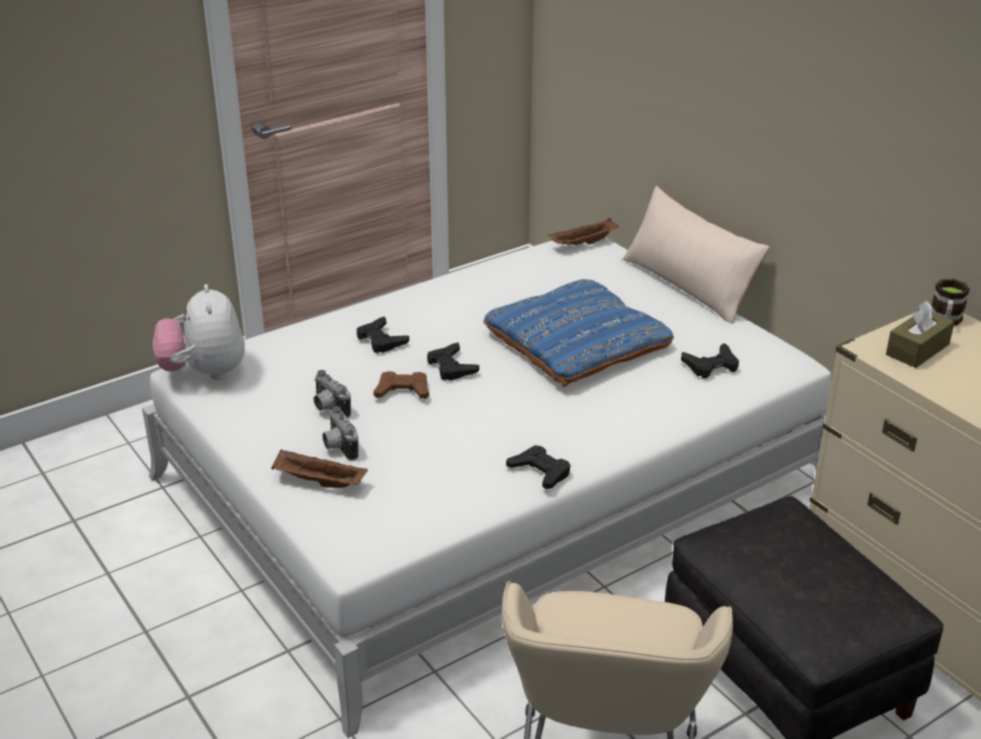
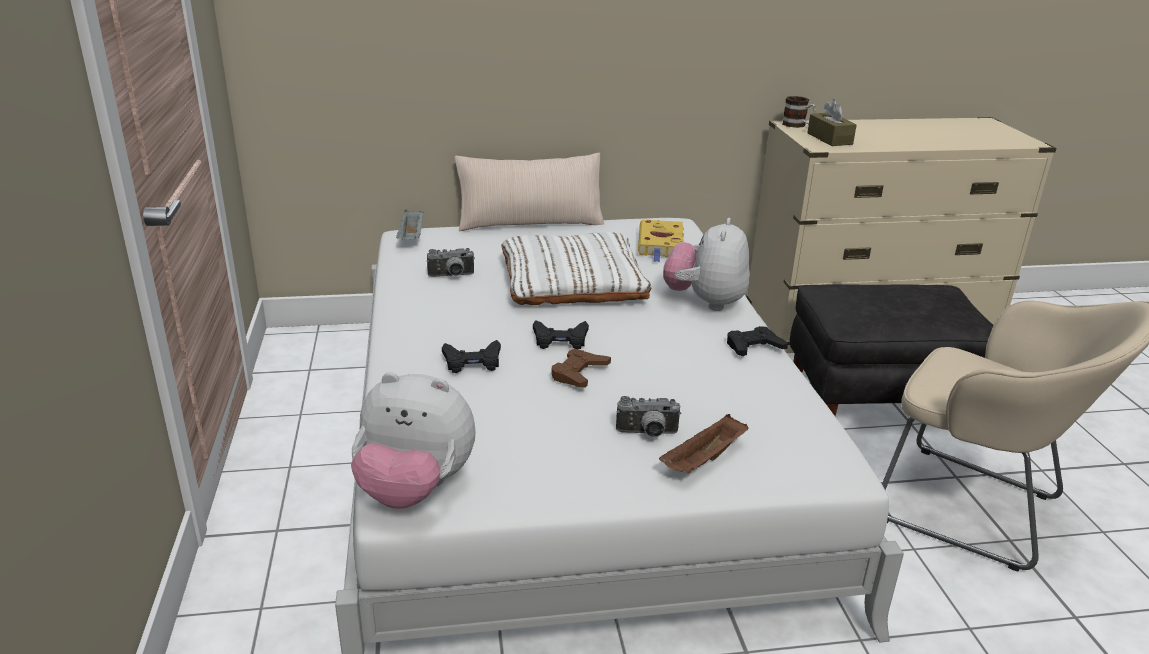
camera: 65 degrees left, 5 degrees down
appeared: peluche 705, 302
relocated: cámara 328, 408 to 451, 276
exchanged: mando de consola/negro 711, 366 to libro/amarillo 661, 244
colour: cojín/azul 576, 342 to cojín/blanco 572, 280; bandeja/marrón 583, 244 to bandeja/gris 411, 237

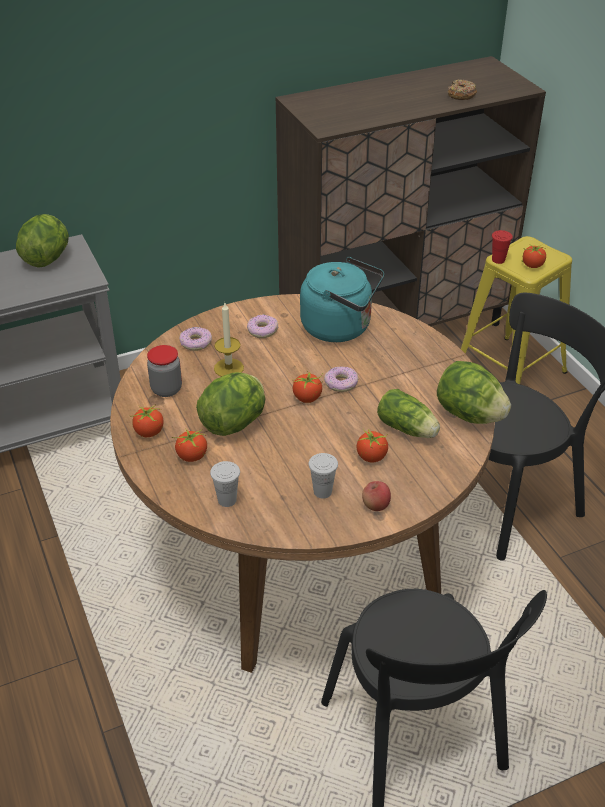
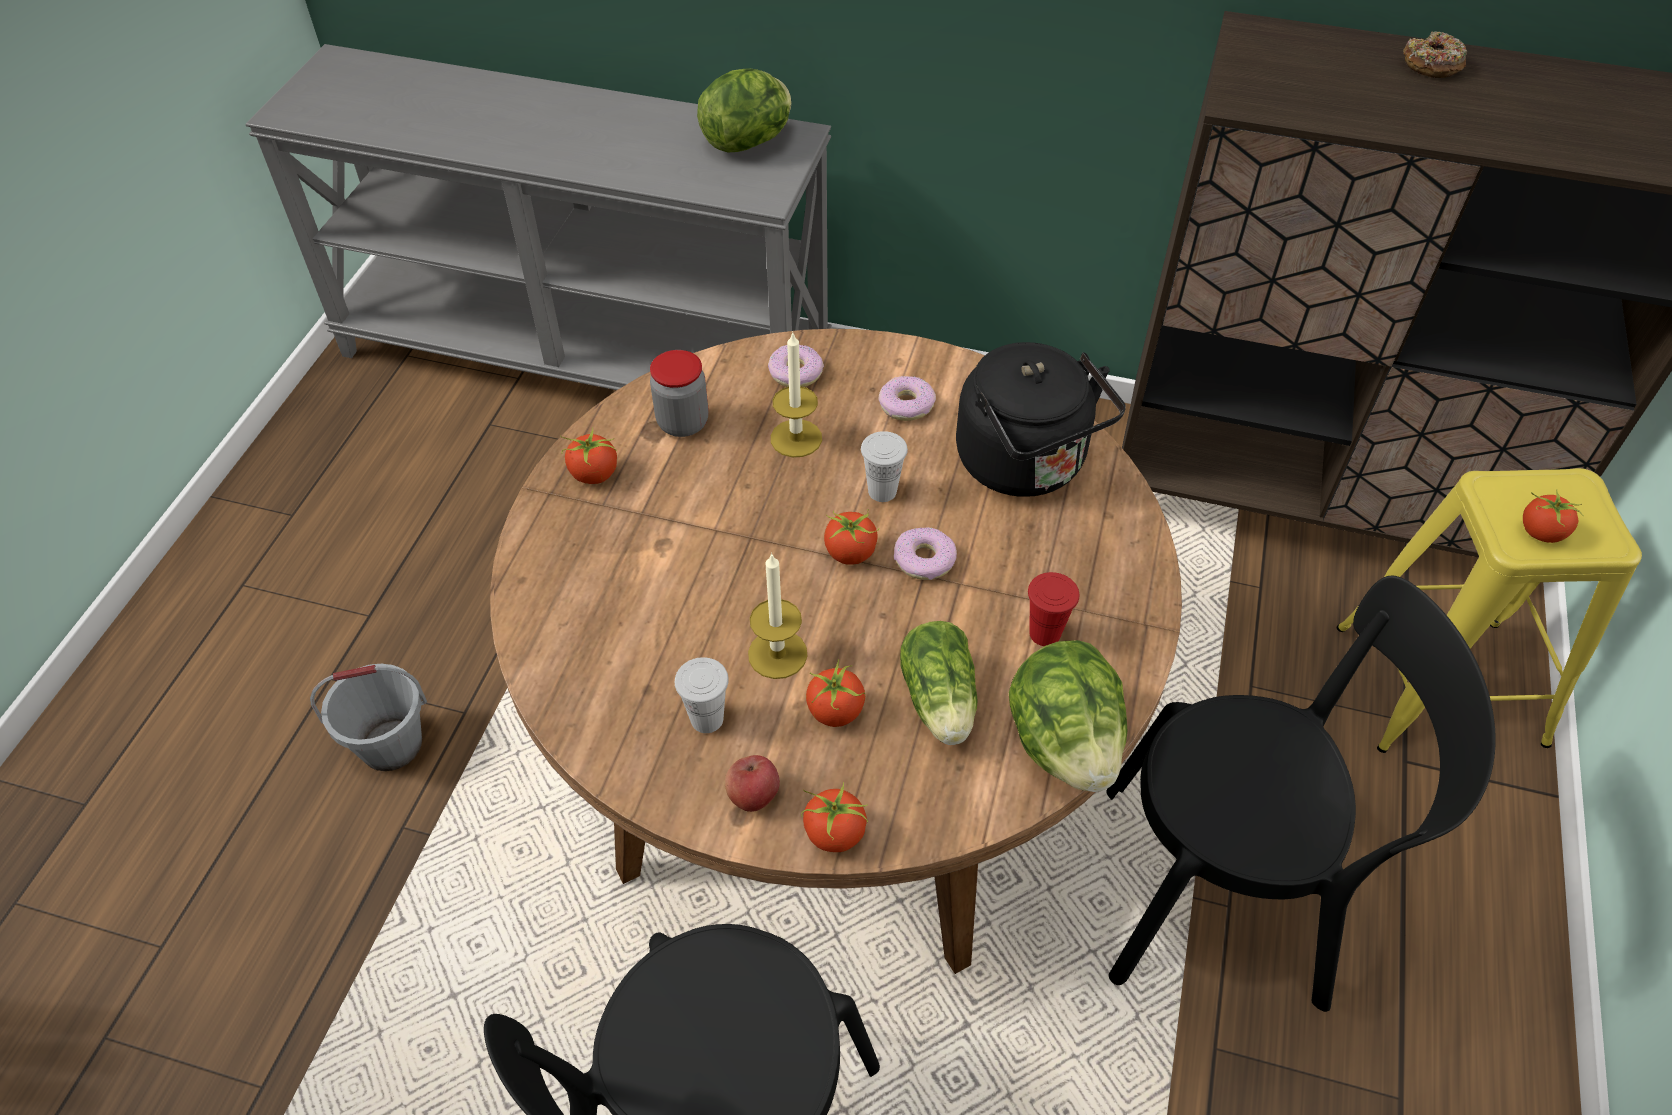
camera: 40 degrees right, 10 degrees up
missing: lechuga 235, 422
appeared: cubo/gris 391, 745; vela 777, 654
relocated: tomate 192, 456 to 834, 834; taza/blanco 227, 500 to 882, 491; rosquilla 461, 95 to 1431, 65; taza/rojo 498, 260 to 1045, 633
colour: hervidor/turquesa 340, 327 to hervidor/negro 1026, 465

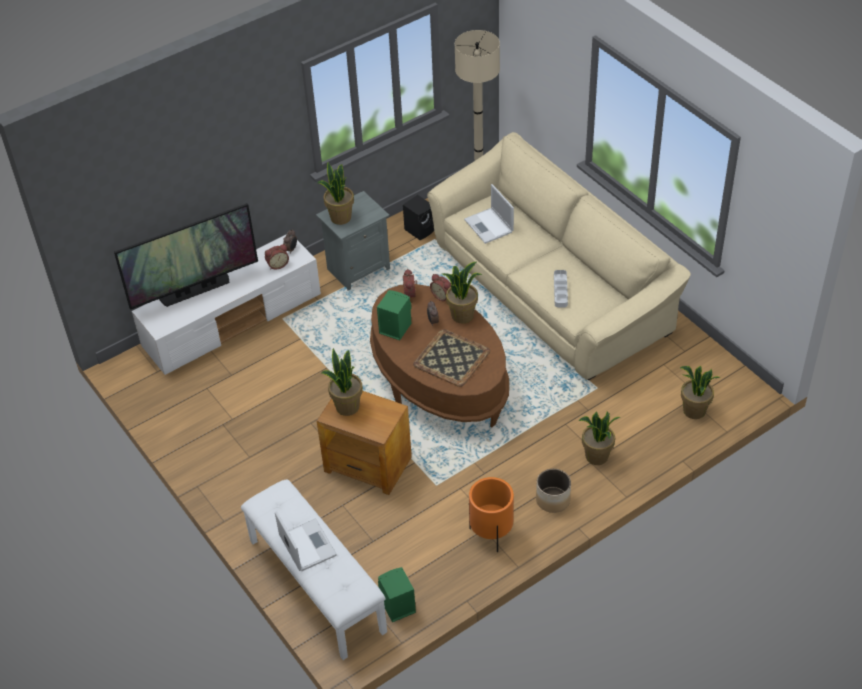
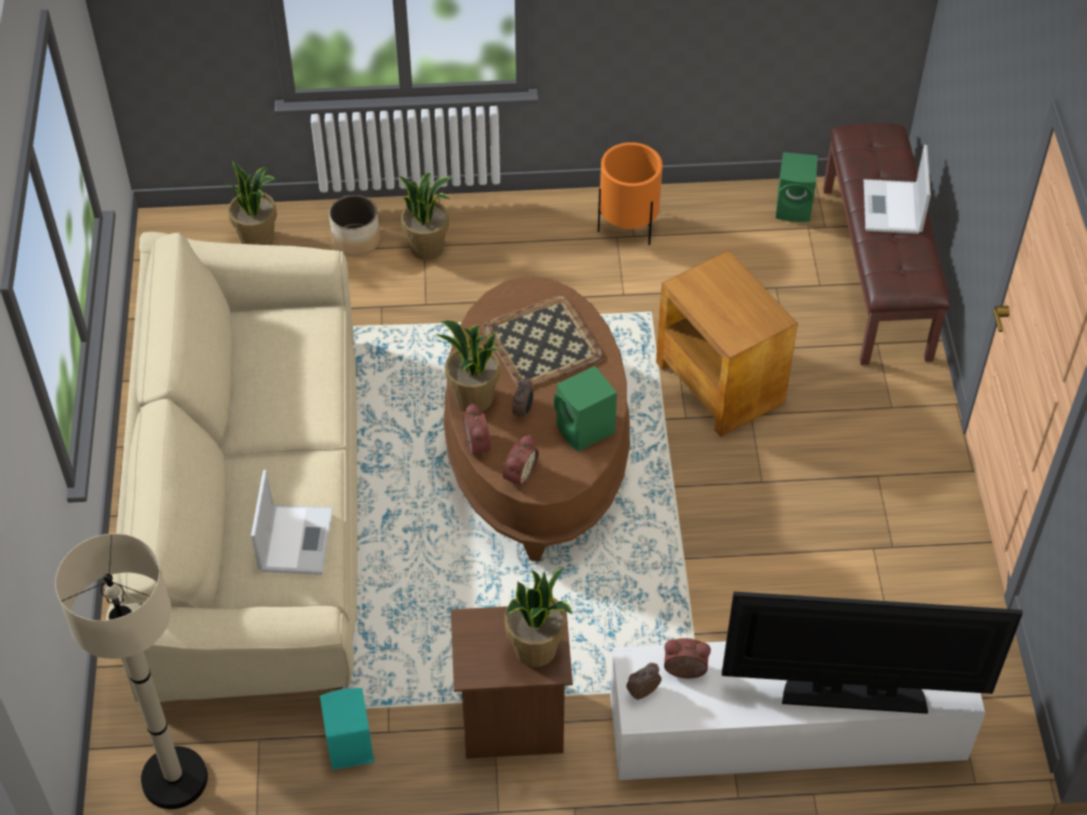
camera: 150 degrees left, 5 degrees up
missing: planta en maceta 347, 406; bandeja/gris 560, 290
relocated: maceta 552, 500 to 356, 240
colour: banco/blanco 315, 586 to banco/marrón 877, 272; mesita de noche/gris 357, 268 to mesita de noche/marrón 512, 722; altavoz/negro 420, 229 to altavoz/turquesa 347, 745

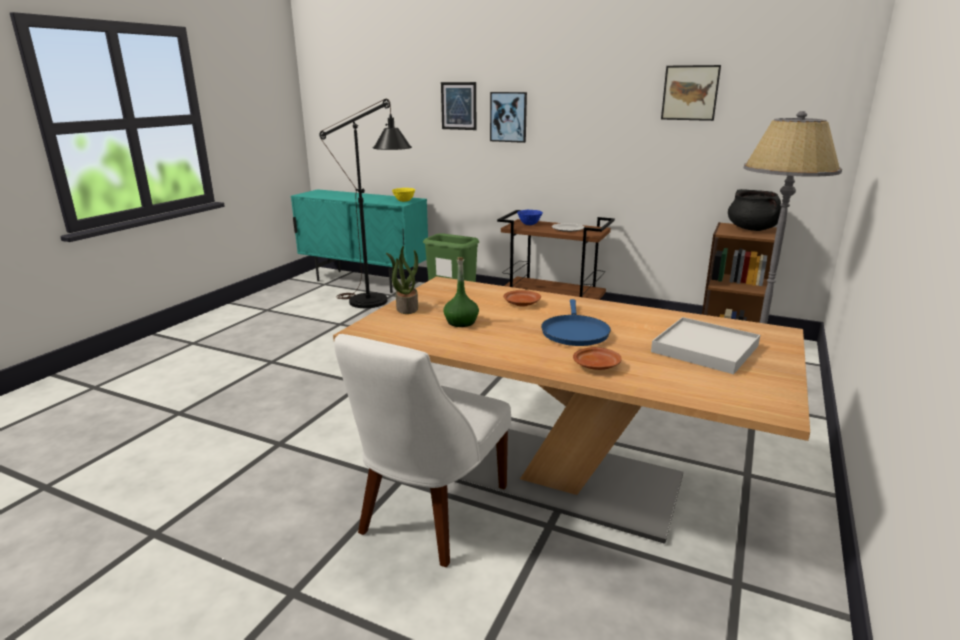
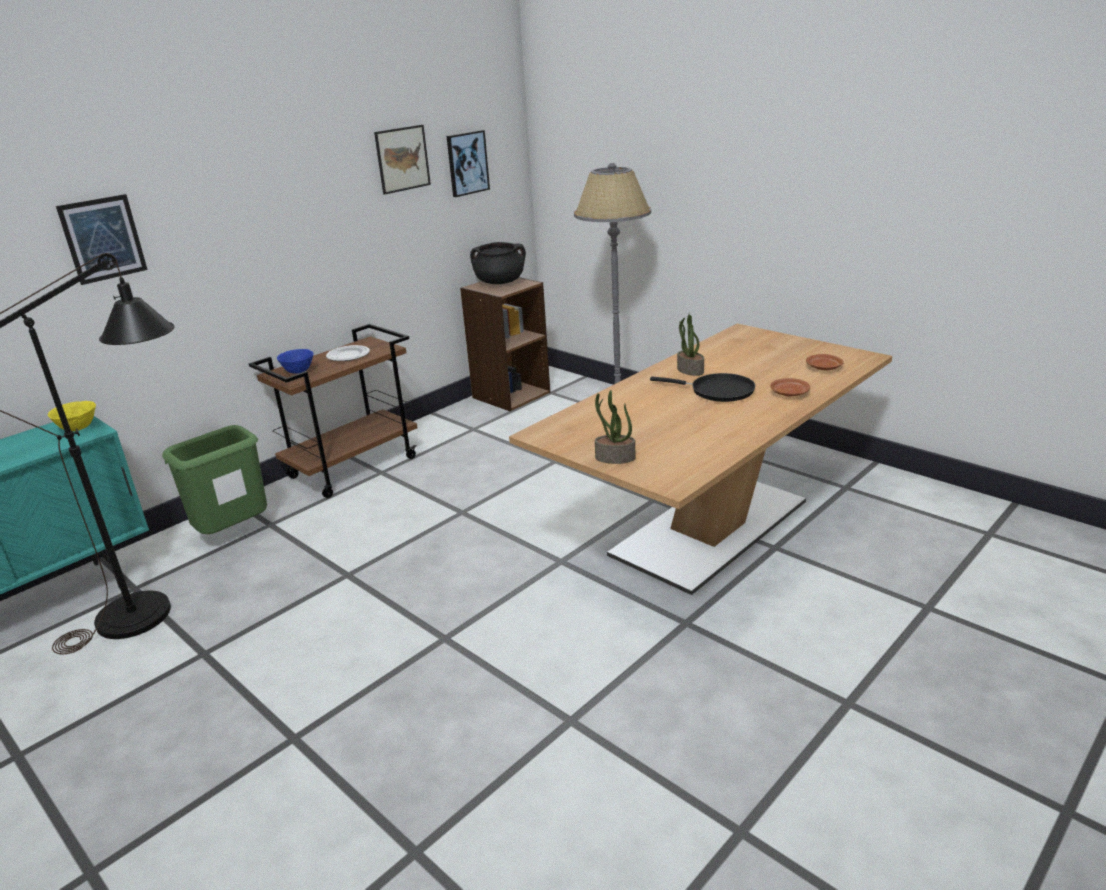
camera: 70 degrees left, 5 degrees up
missing: silla/blanco 430, 515; botella/verde 461, 322; bandeja/blanco 704, 349
appeared: planta en maceta 689, 370
relocated: cuadro 508, 117 to 467, 163; plato/marrón 521, 303 to 824, 368
colour: sartén/azul 574, 332 to sartén/negro 717, 391

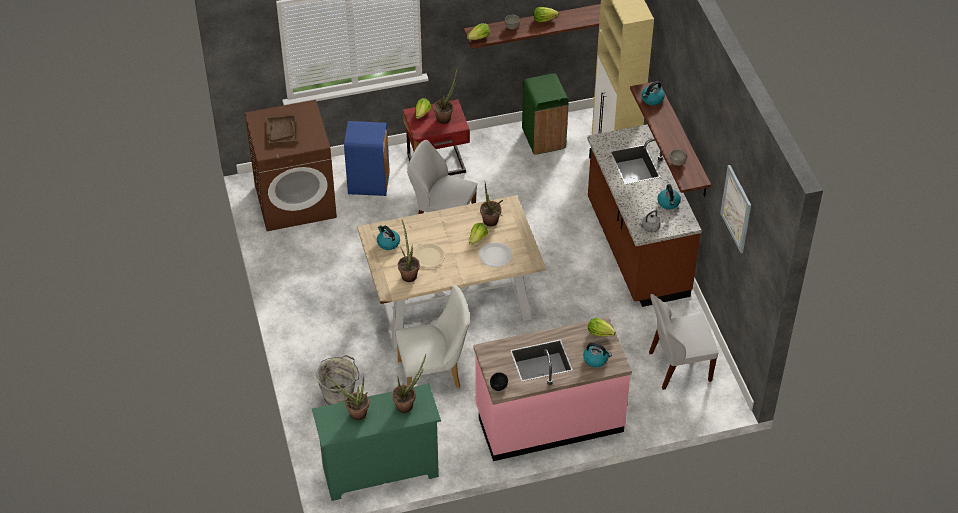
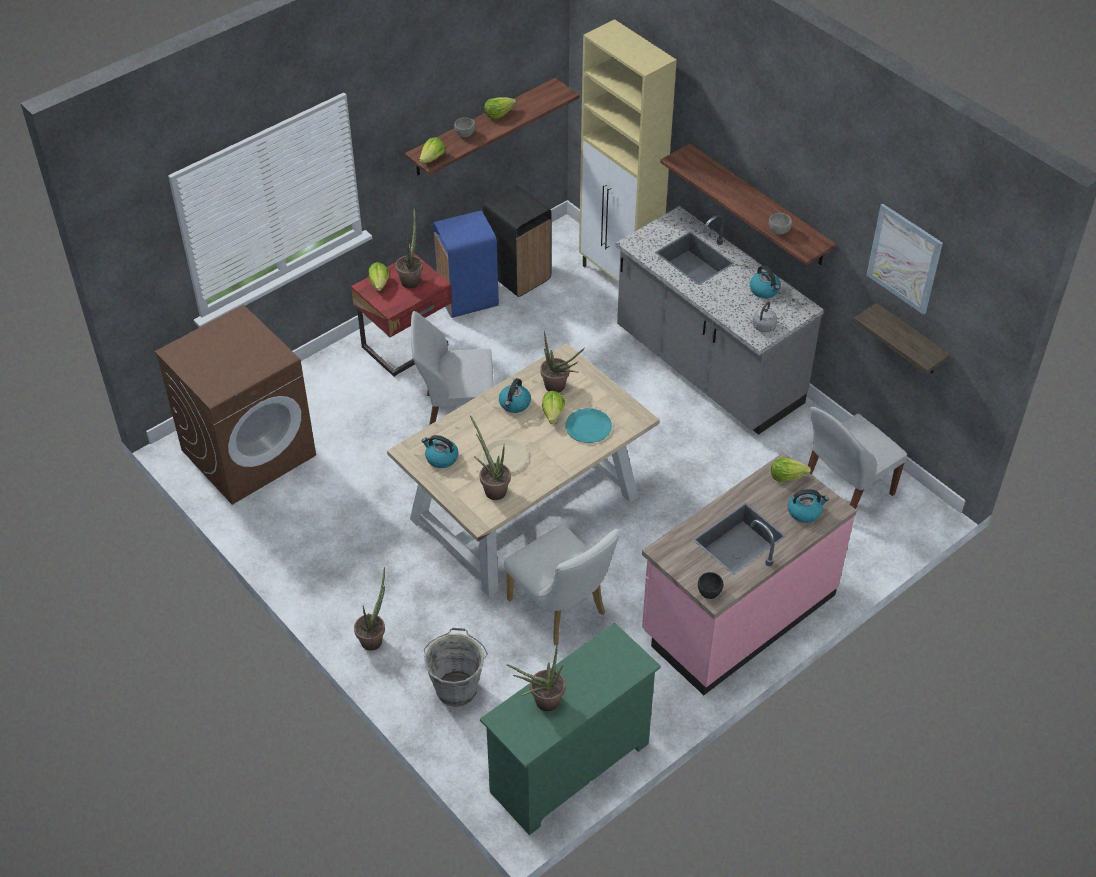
camera: 25 degrees left, 0 degrees up
missing: bandeja/marrón 281, 131
appeared: estante 909, 341
relocated: papelera/azul 368, 183 to 467, 298; planta en maceta 407, 404 to 374, 638; hervidor 652, 99 to 514, 404
colour: plato/blanco 495, 255 to plato/turquesa 588, 427; papelera/verde 544, 139 to papelera/negro 518, 275; mueble bajo de cocina/marrón 636, 249 to mueble bajo de cocina/gris 707, 369
spun: silla/blanco 434, 374 = 561, 611 90 degrees clockwise

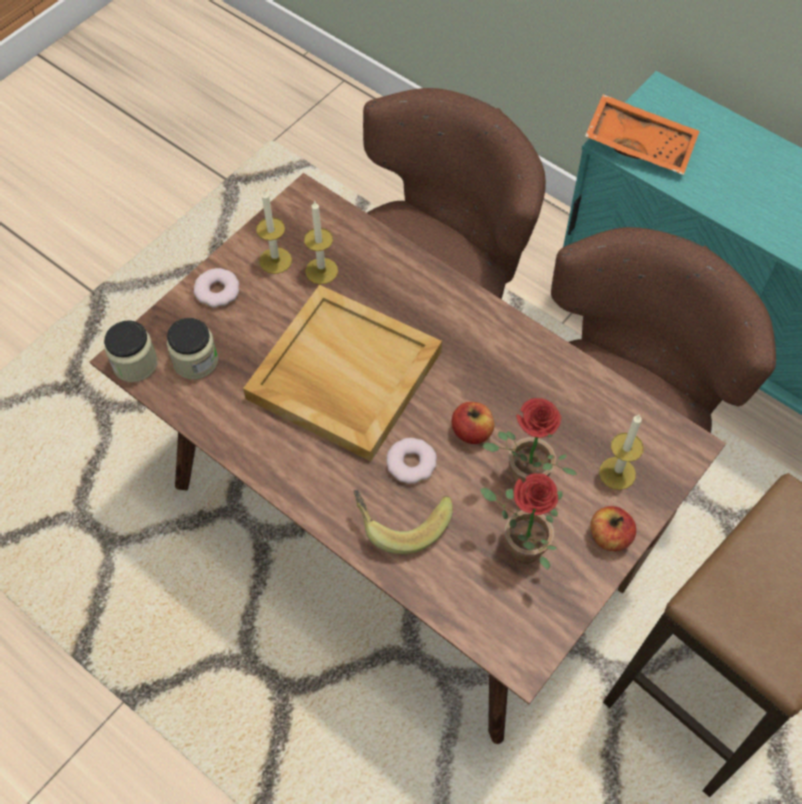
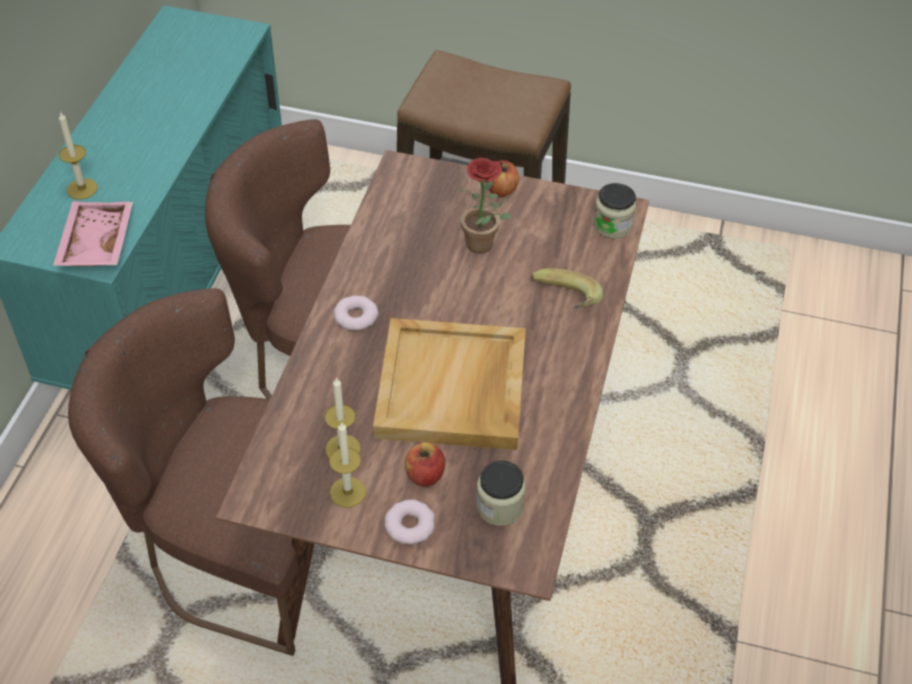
camera: 115 degrees left, 10 degrees down
missing: planta en maceta 517, 548
relocated: tarro 135, 364 to 612, 225; rosquilla 411, 463 to 355, 317; manzana 472, 431 to 425, 475; vela 617, 473 to 82, 189
colour: bandeja/naranja 640, 143 to bandeja/rosa 95, 244

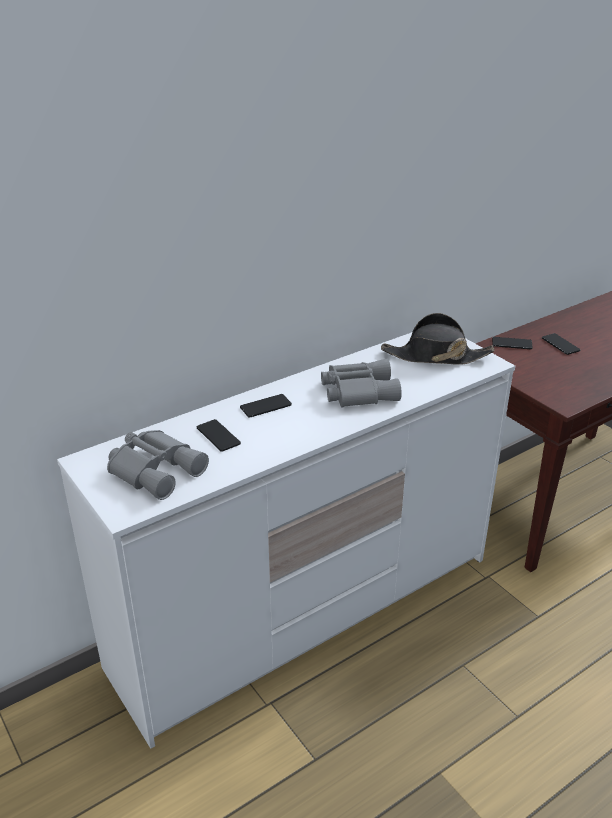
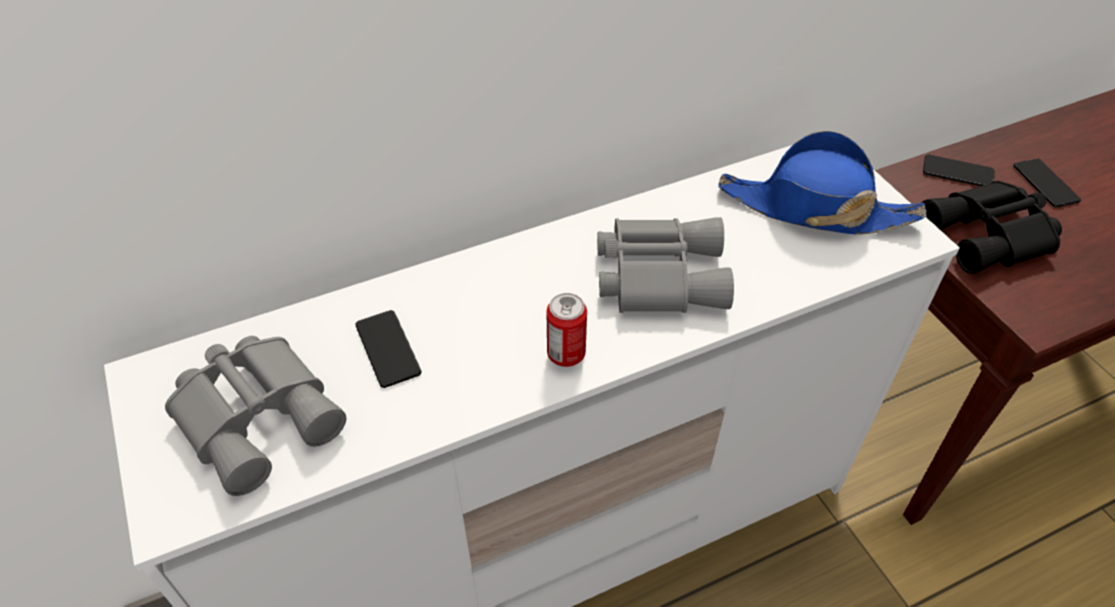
camera: 10 degrees right, 15 degrees up
missing: móvil 265, 406
appeared: lata 566, 354; prismáticos/negro 990, 237
colour: sombrero/negro 435, 356 to sombrero/azul 815, 209

